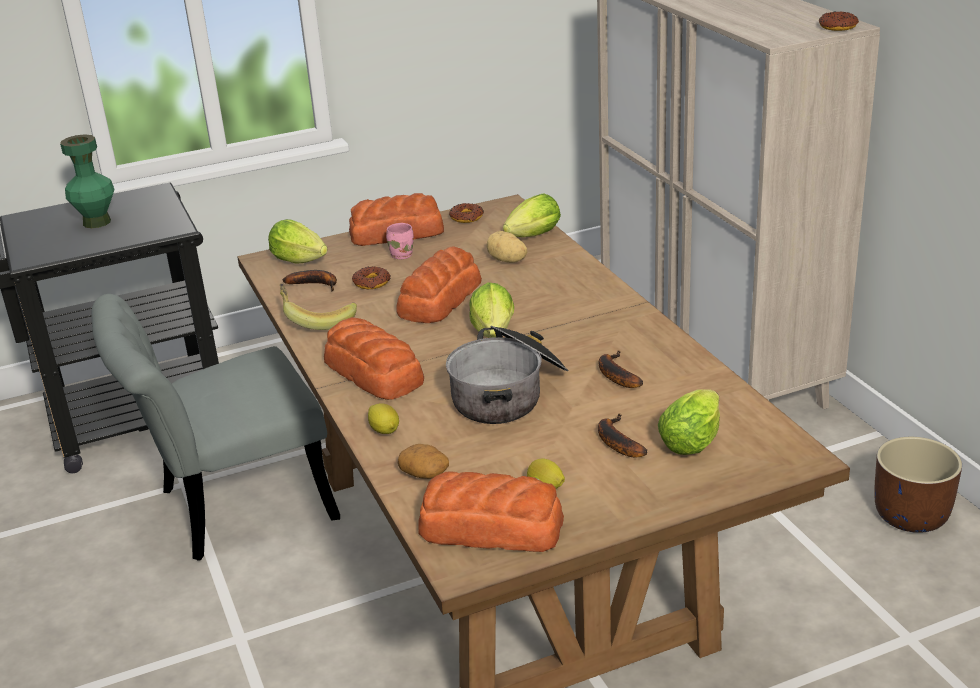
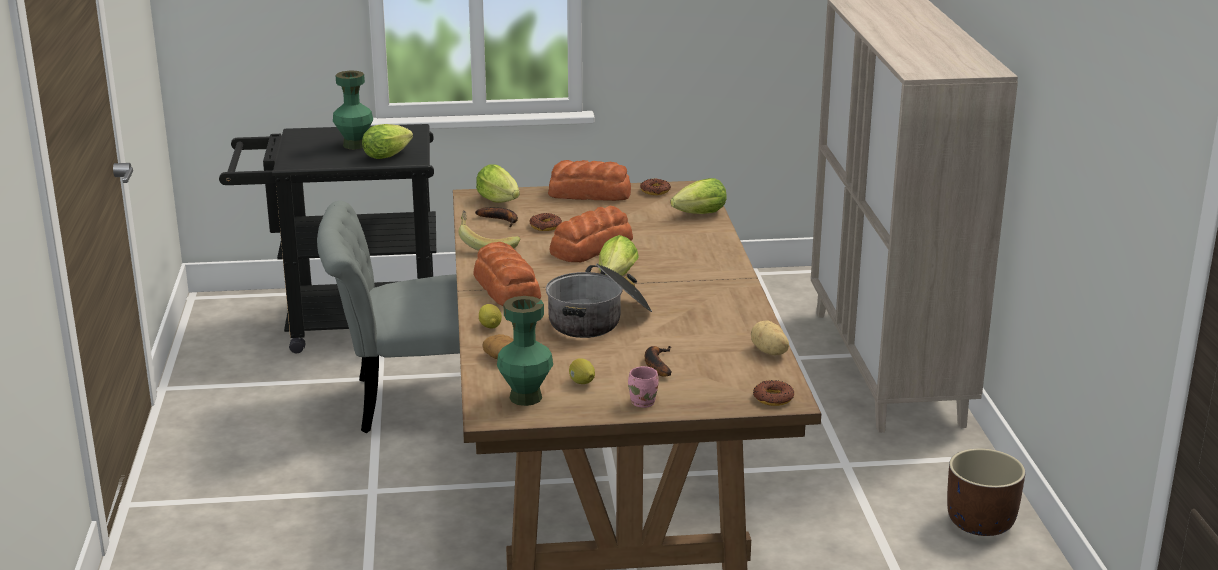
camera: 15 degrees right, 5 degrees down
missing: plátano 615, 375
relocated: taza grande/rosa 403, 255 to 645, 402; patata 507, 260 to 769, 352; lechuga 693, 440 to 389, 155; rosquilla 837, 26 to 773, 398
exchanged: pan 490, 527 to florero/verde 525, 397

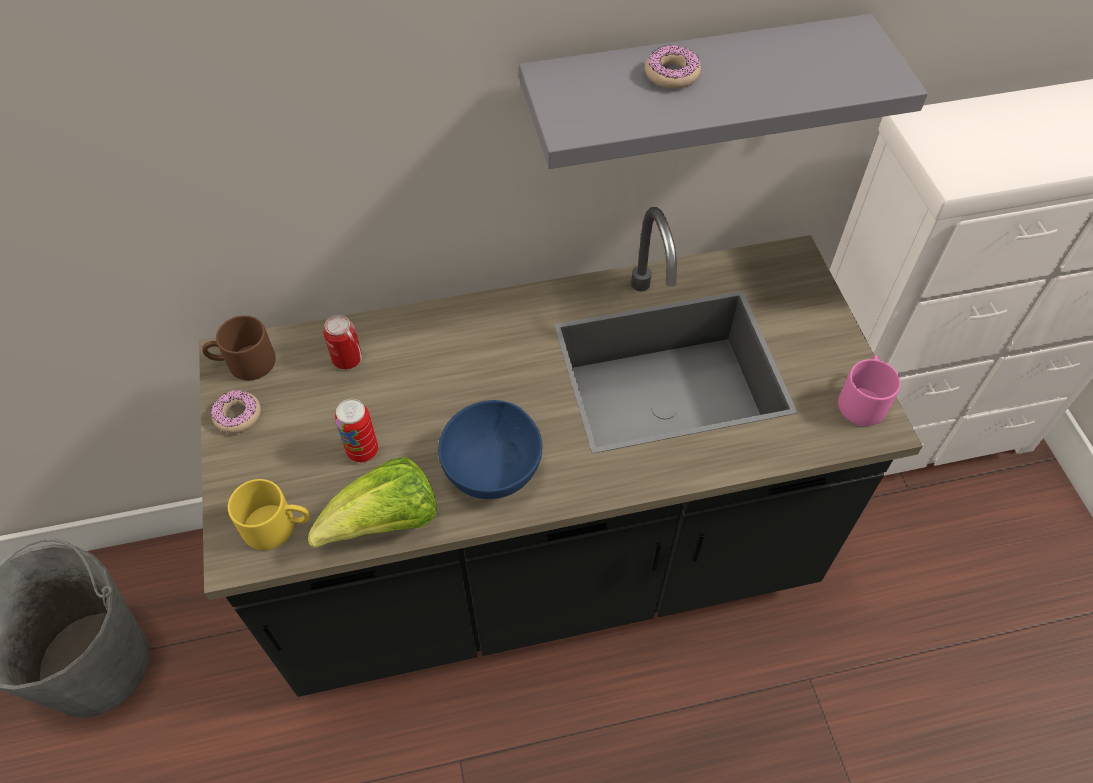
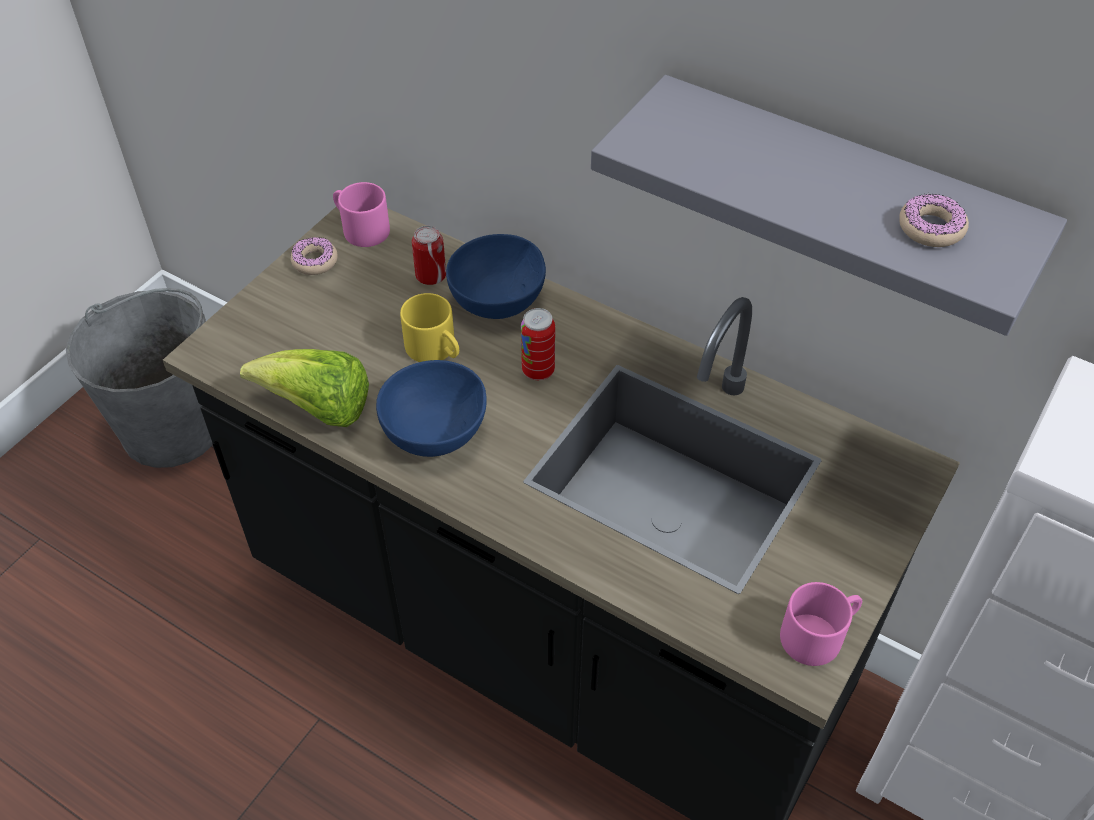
camera: 45 degrees right, 5 degrees down
appeared: cuenco/azul 500, 300
relocated: taza grande/amarillo 278, 525 to 436, 349; lata 362, 451 to 538, 371; rosquilla 671, 74 to 931, 228
colour: taza grande/marrón 243, 363 to taza grande/rosa 360, 229

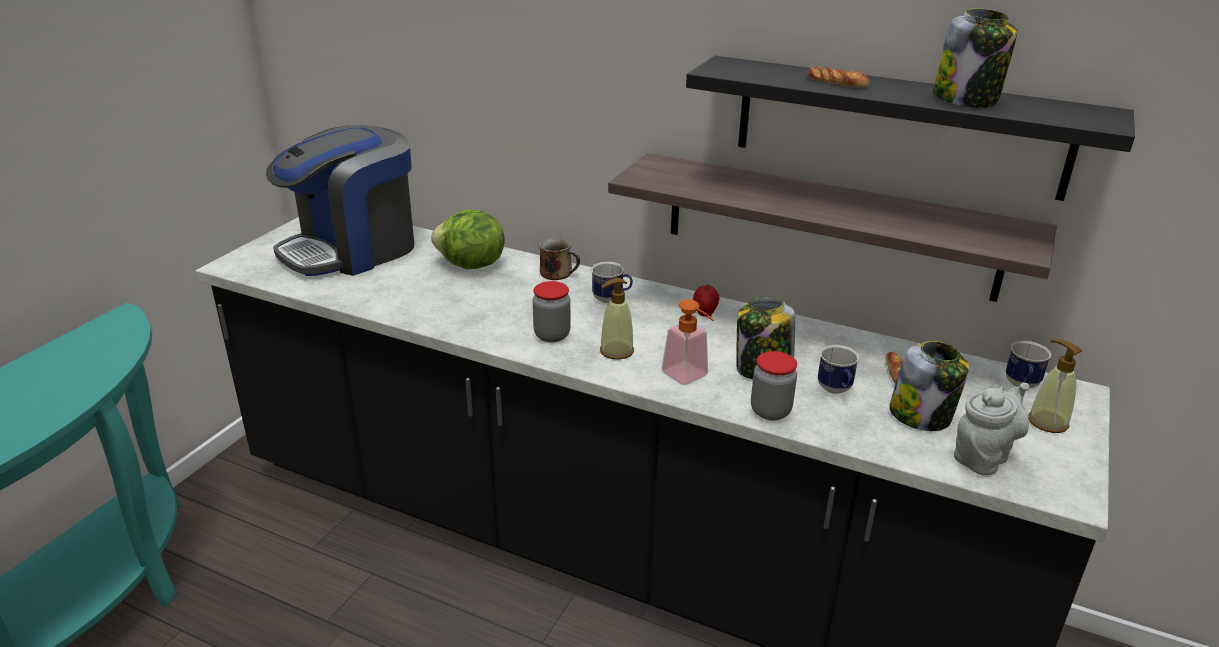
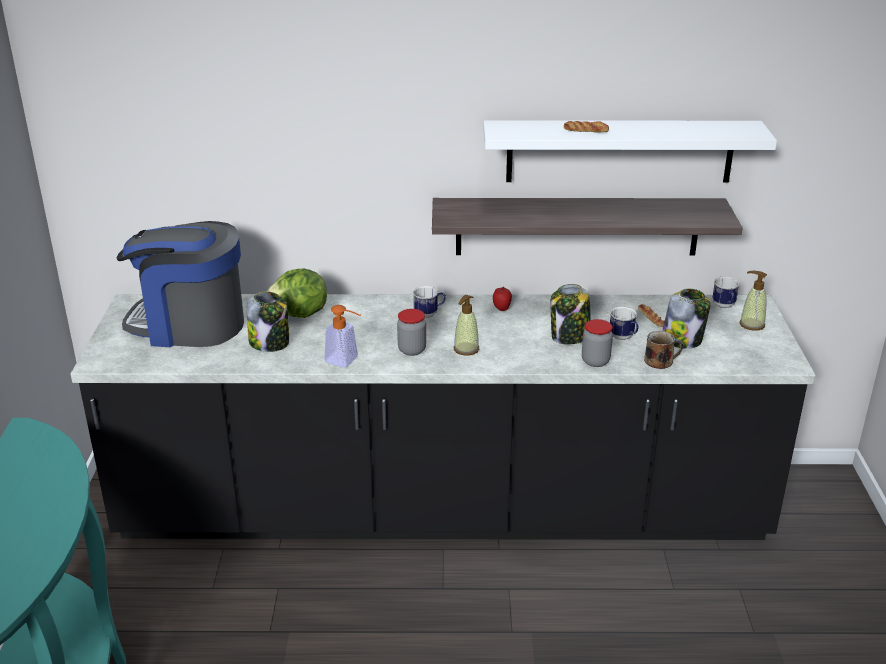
camera: 25 degrees left, 0 degrees up
missing: tetera/gris 983, 456
relocated: taza grande 558, 273 to 660, 361; dispensador de jabón 690, 378 to 346, 361; tarro 966, 99 to 270, 343
colour: estante/negro 899, 126 to estante/blanco 619, 151
spun: cafetera 352, 250 = 189, 325 75 degrees clockwise

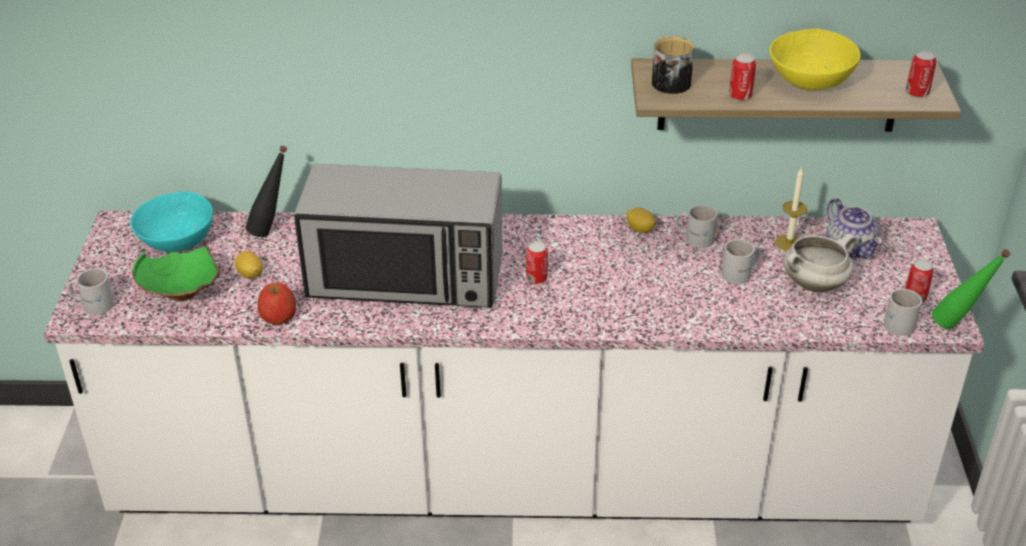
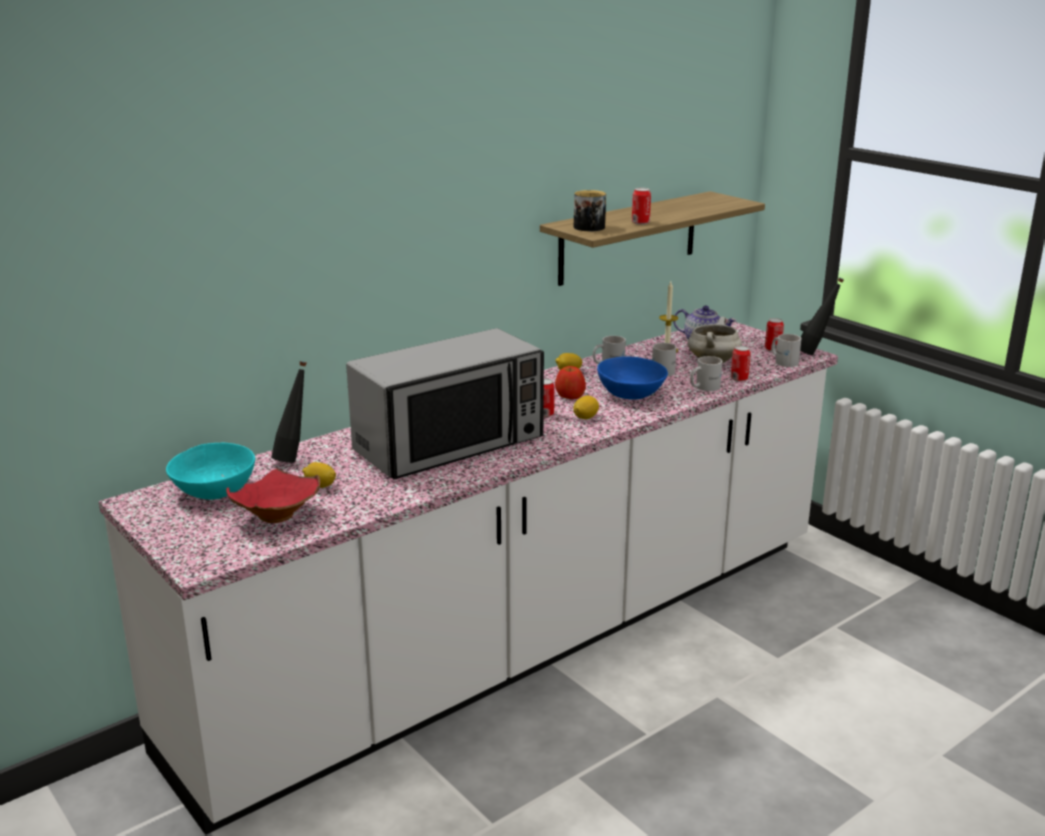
camera: 40 degrees left, 15 degrees down
missing: cuenco/amarillo 810, 80
appeared: limón 585, 417; cuenco/azul 631, 394
relocated: taza grande/blanco 93, 303 to 703, 387; manzana 278, 315 to 570, 395; lata 917, 93 to 739, 379
colour: cuenco/verde 182, 293 to cuenco/rojo 277, 516; botella/verde 958, 327 to botella/negro 815, 353

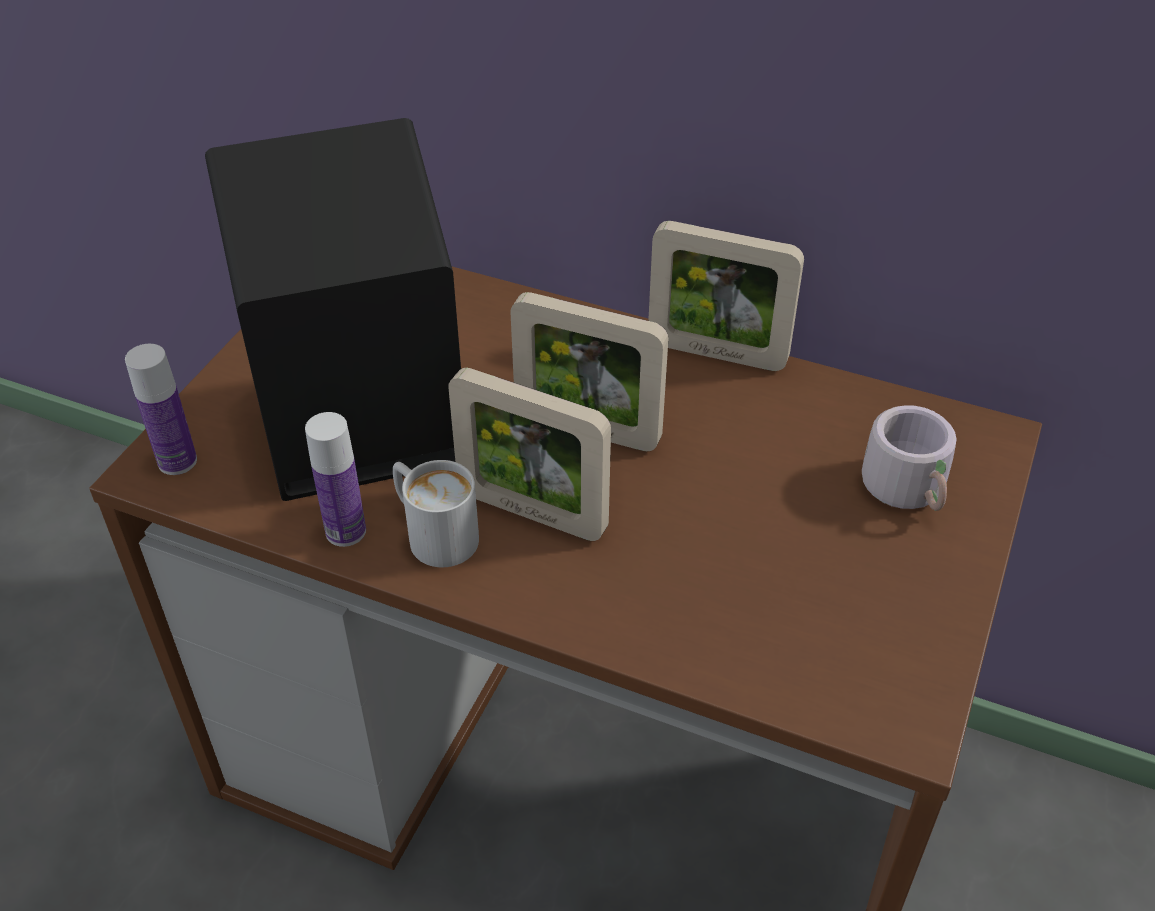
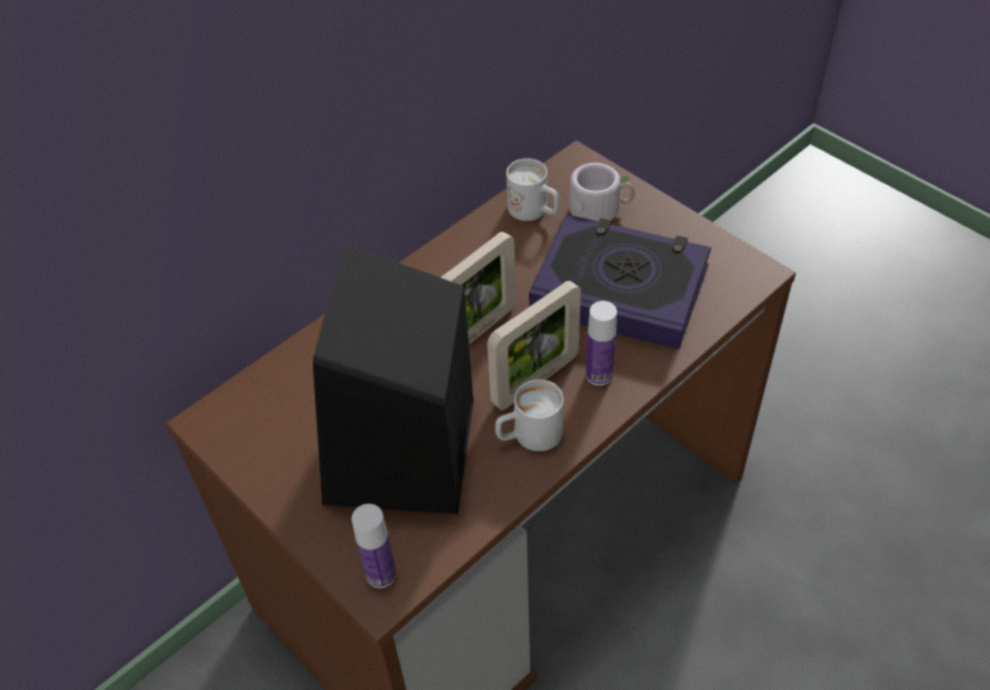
camera: 65 degrees left, 5 degrees up
missing: portarretratos 717, 353
appeared: taza grande/blanco 534, 211; libro 620, 288
relocated: botella 346, 531 to 599, 375

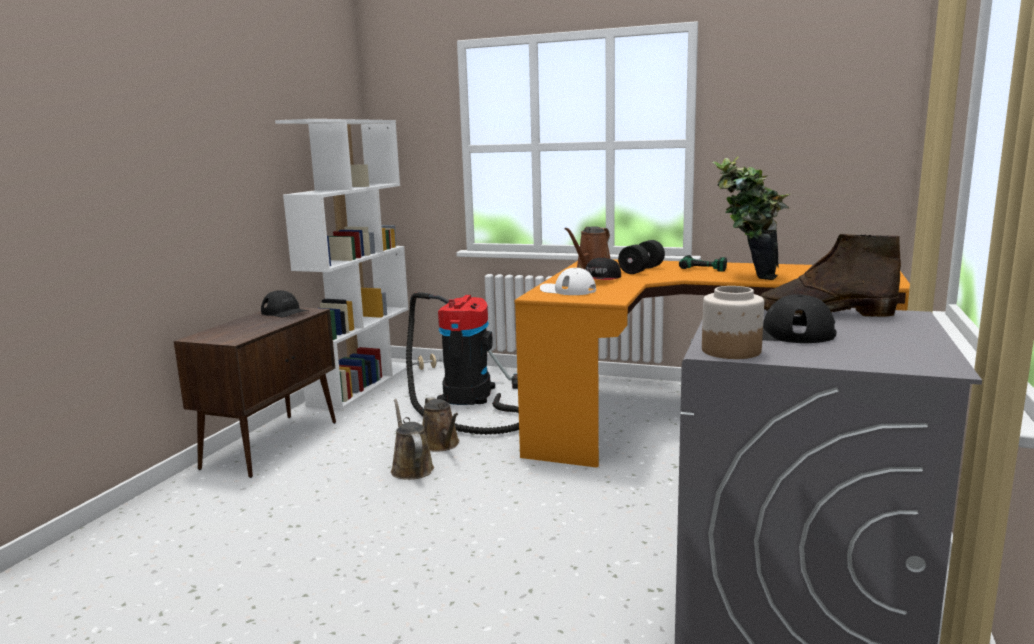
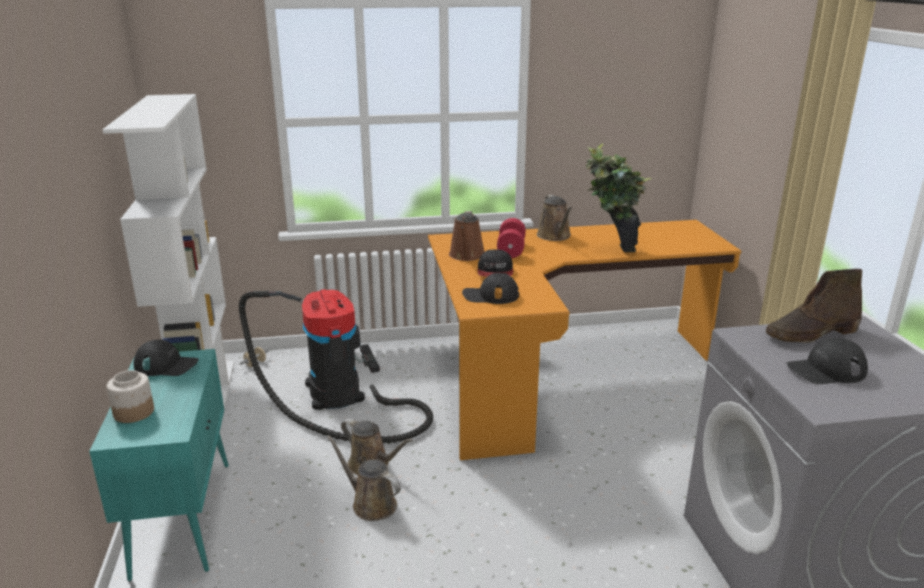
camera: 30 degrees left, 10 degrees up
relocated: tarro 730, 351 to 133, 412
exchanged: taladro 703, 266 to regadera/marrón 555, 236
colour: armario/marrón 272, 444 to armario/turquesa 183, 516; gorra/blanco 567, 290 to gorra/negro 490, 295; mancuerna/negro 641, 270 to mancuerna/rojo 511, 250

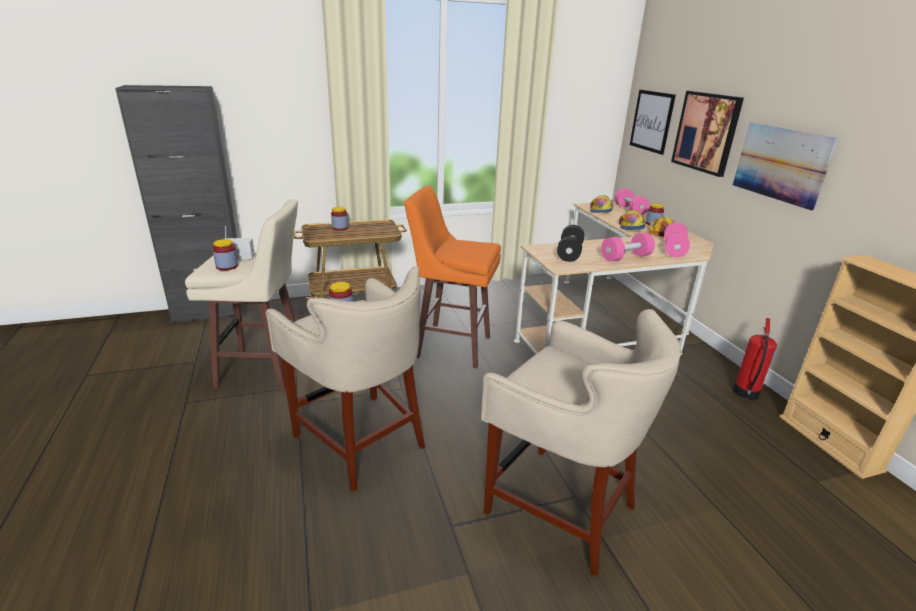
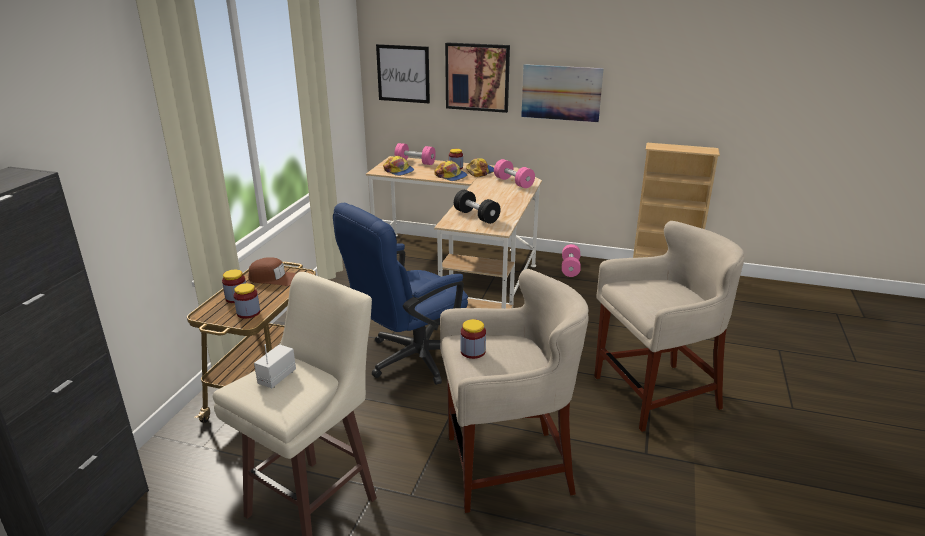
camera: 55 degrees left, 0 degrees up
missing: extintor 745, 393
appeared: gorra/marrón 273, 278
relocated: tarro 227, 266 to 248, 313; mancuerna/rosa 625, 257 to 570, 268
exchanged: taburete/naranja 451, 346 to silla de oficina/azul 410, 360

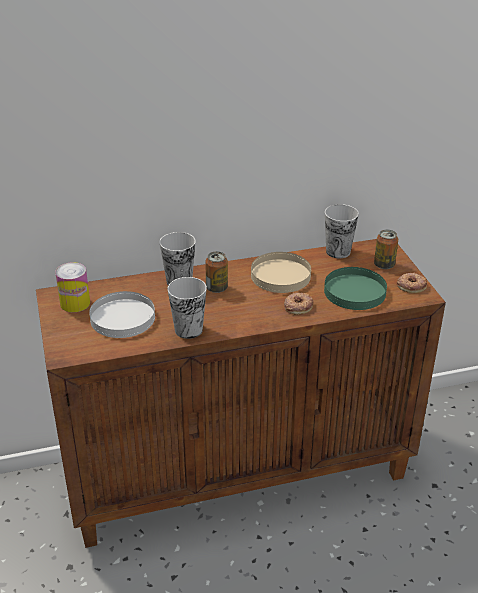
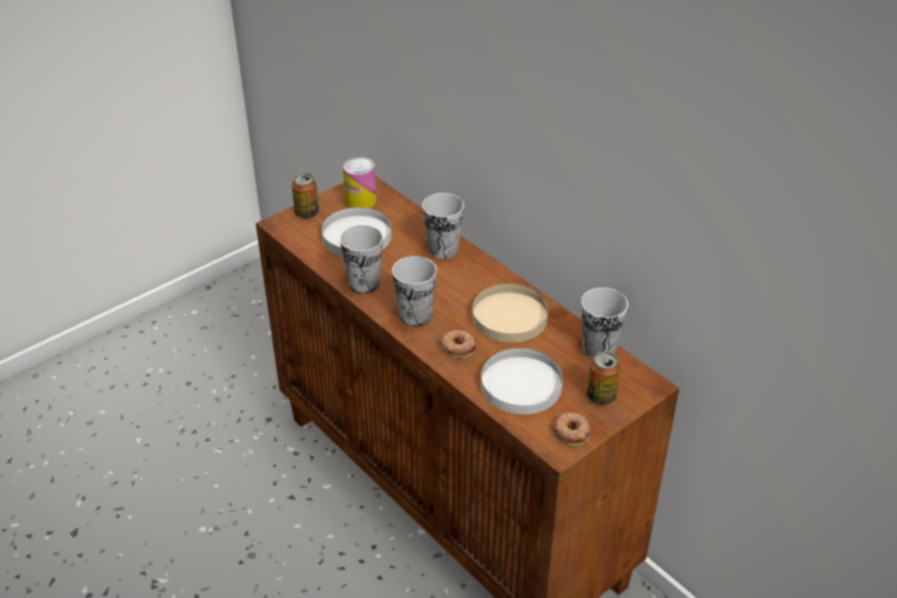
camera: 65 degrees right, 5 degrees up
appeared: taza 415, 316
relocated: lata 216, 288 to 307, 213
colour: plato/verde 355, 291 to plato/blanco 522, 385

